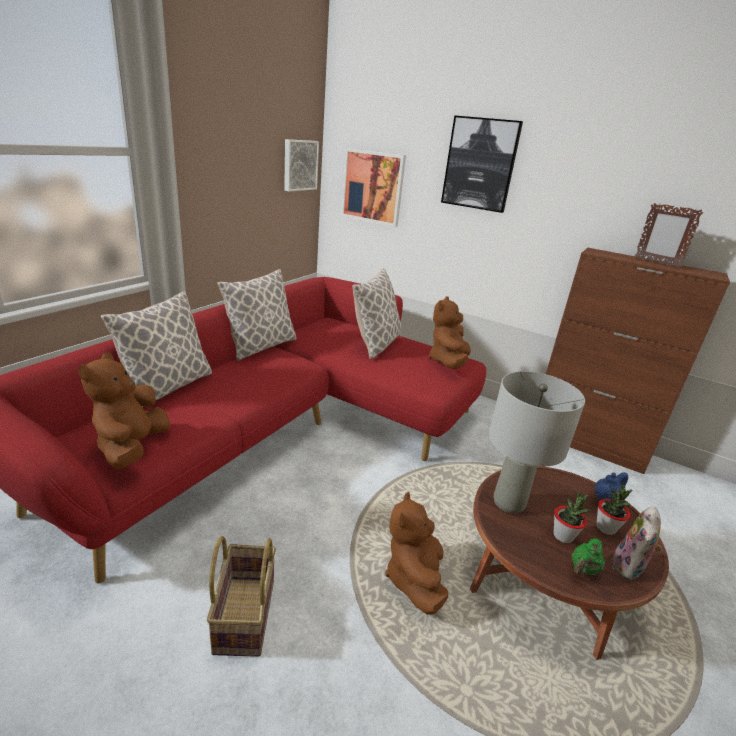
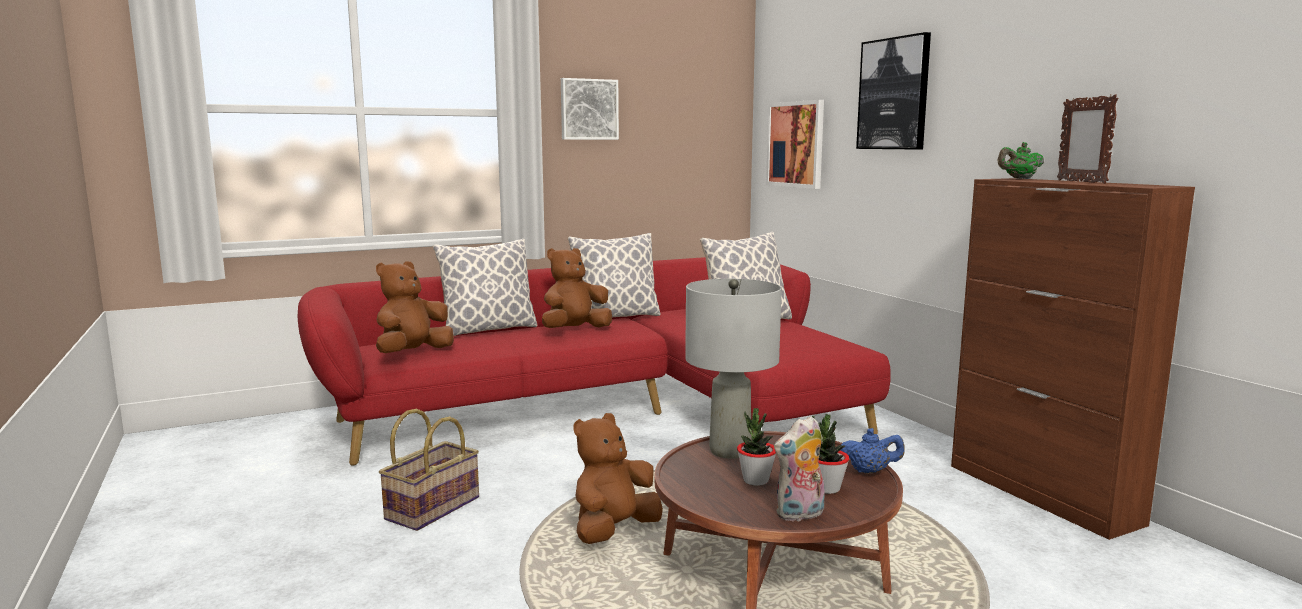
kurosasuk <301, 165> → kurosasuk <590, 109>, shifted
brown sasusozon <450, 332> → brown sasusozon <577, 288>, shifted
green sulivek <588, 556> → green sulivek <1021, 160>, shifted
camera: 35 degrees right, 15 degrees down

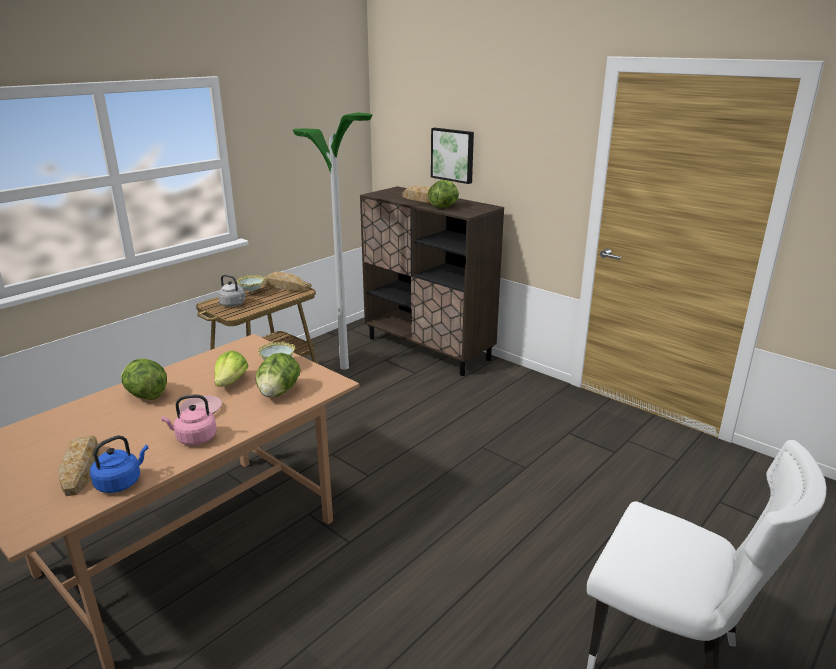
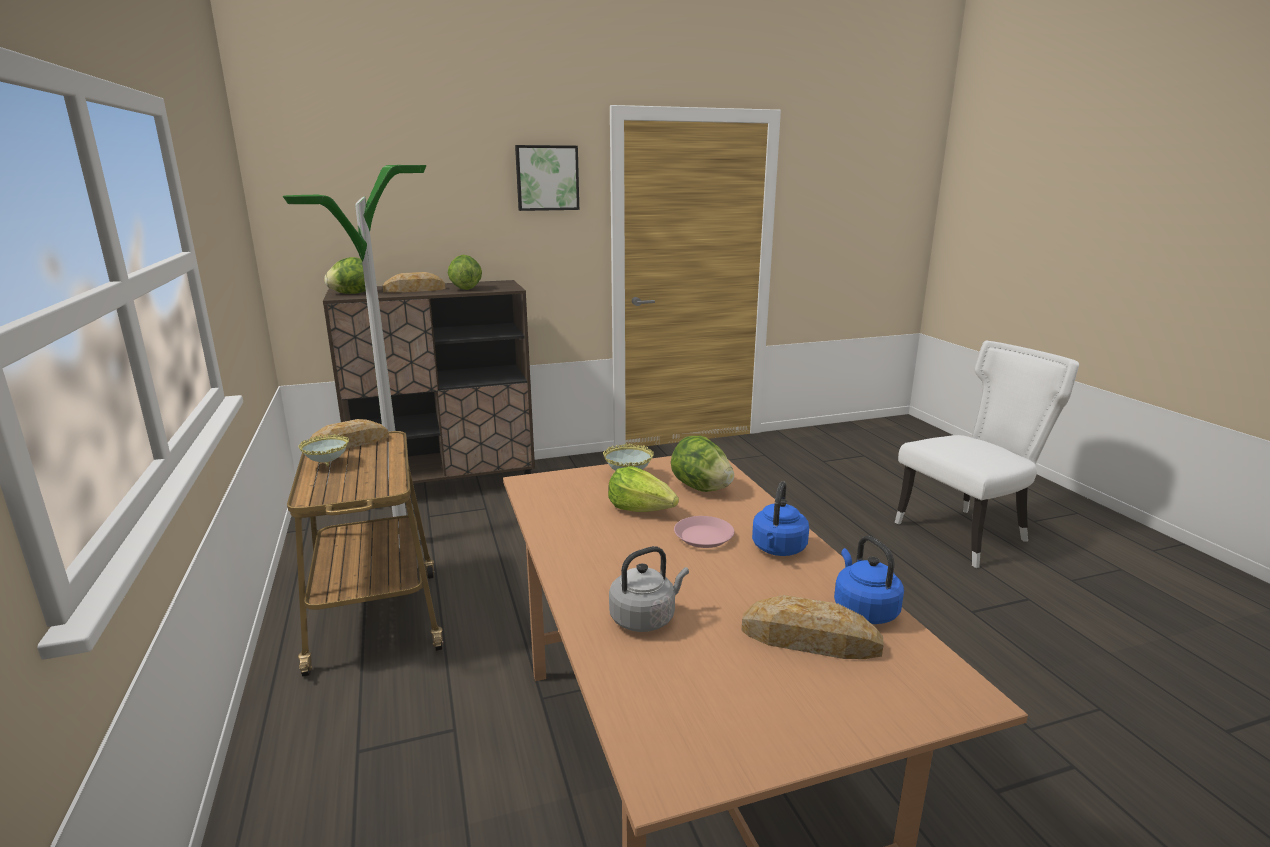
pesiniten <144, 379> → pesiniten <345, 275>, shifted
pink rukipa <189, 420> → blue rukipa <780, 518>
grey rukipa <232, 290> → grey rukipa <649, 589>, shifted
kurosasuk <452, 156> → kurosasuk <547, 178>, shifted
camera: 60 degrees left, 5 degrees down

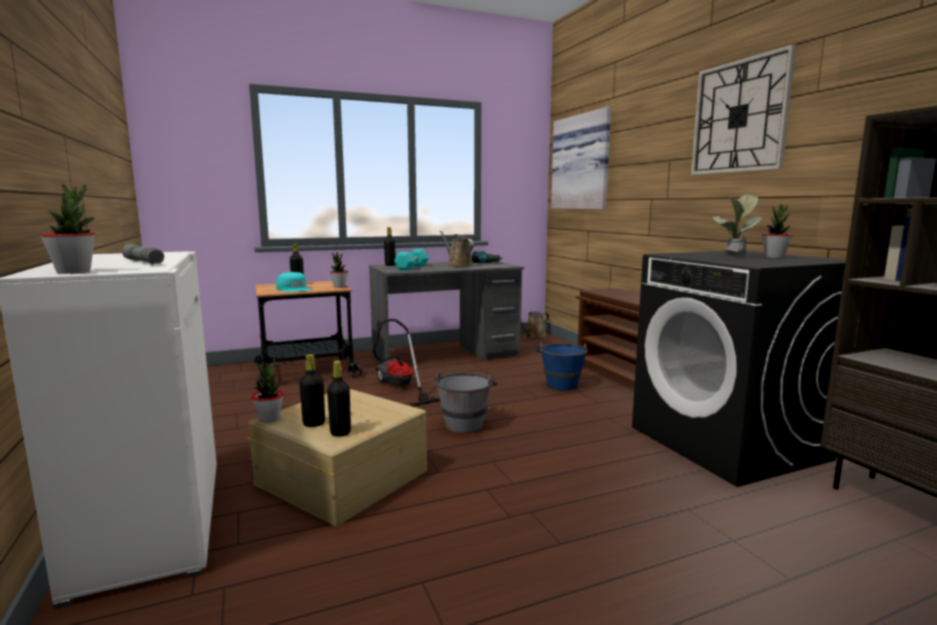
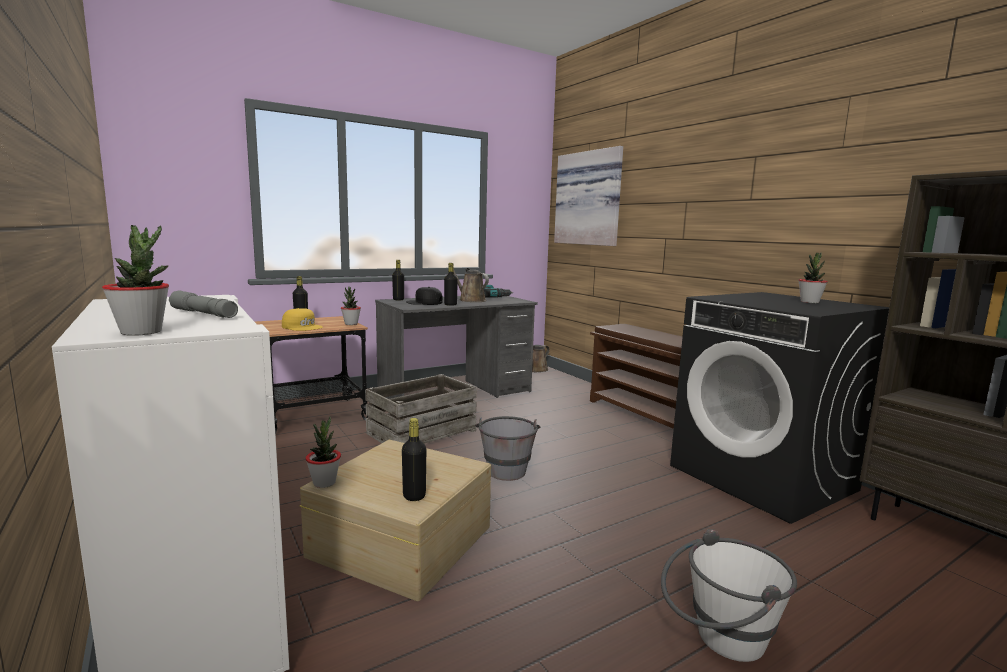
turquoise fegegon <294, 282> → yellow fegegon <302, 319>
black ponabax <312, 390> → black ponabax <451, 284>, shifted
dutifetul <406, 363> → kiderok <421, 409>
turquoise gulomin <411, 259> → black fegegon <424, 296>
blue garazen <562, 366> → -
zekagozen <743, 109> → -
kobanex <737, 225> → -
- → white garazen <729, 595>
camera: 10 degrees left, 0 degrees up

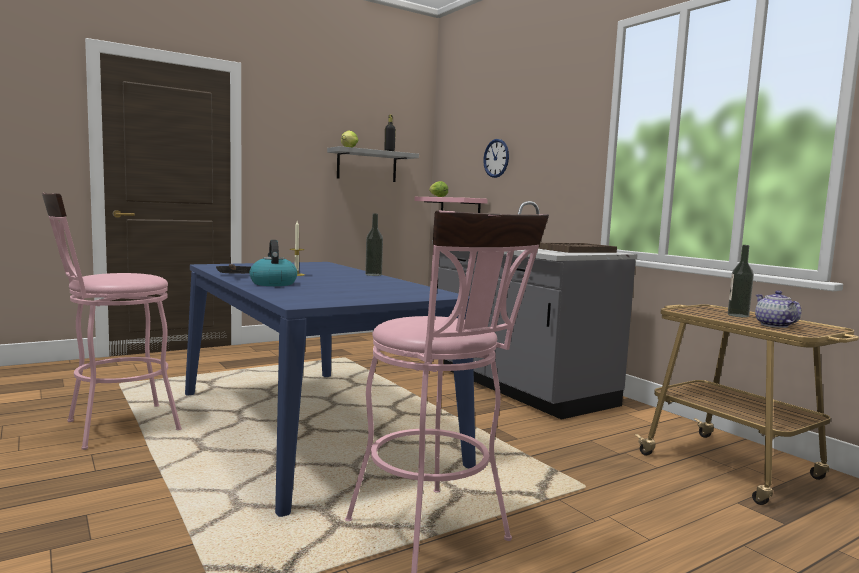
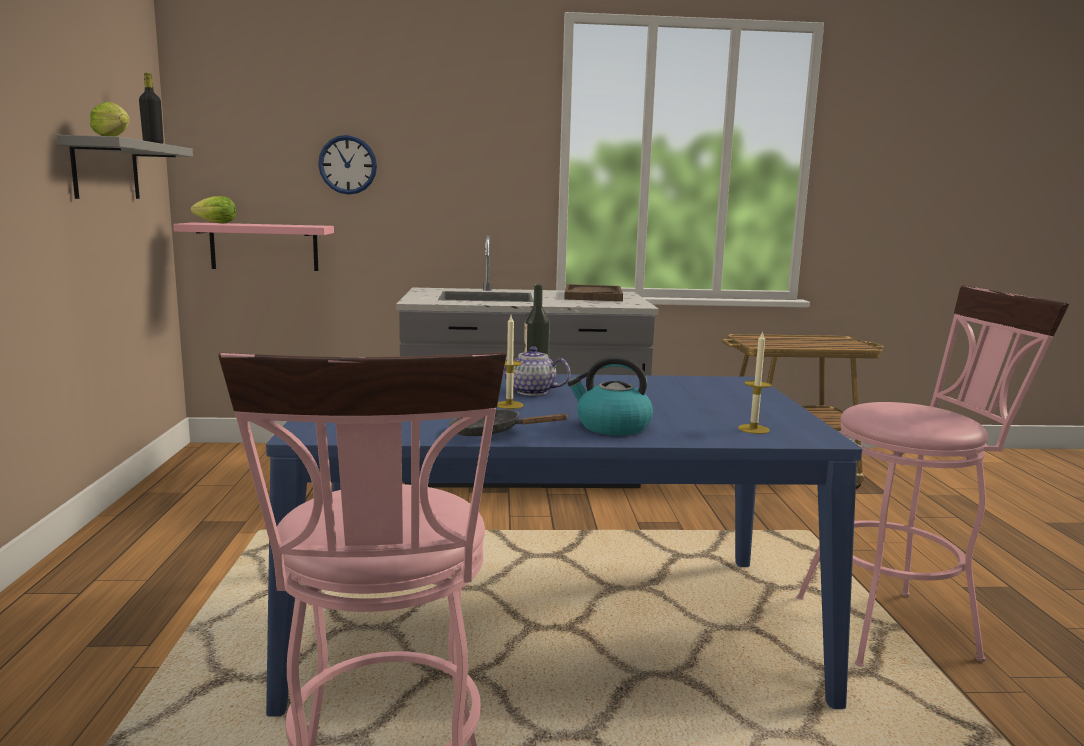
ponabax <741, 281> → -
sulivek <778, 309> → sulivek <536, 371>, shifted
- → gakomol <755, 382>
camera: 60 degrees left, 5 degrees up

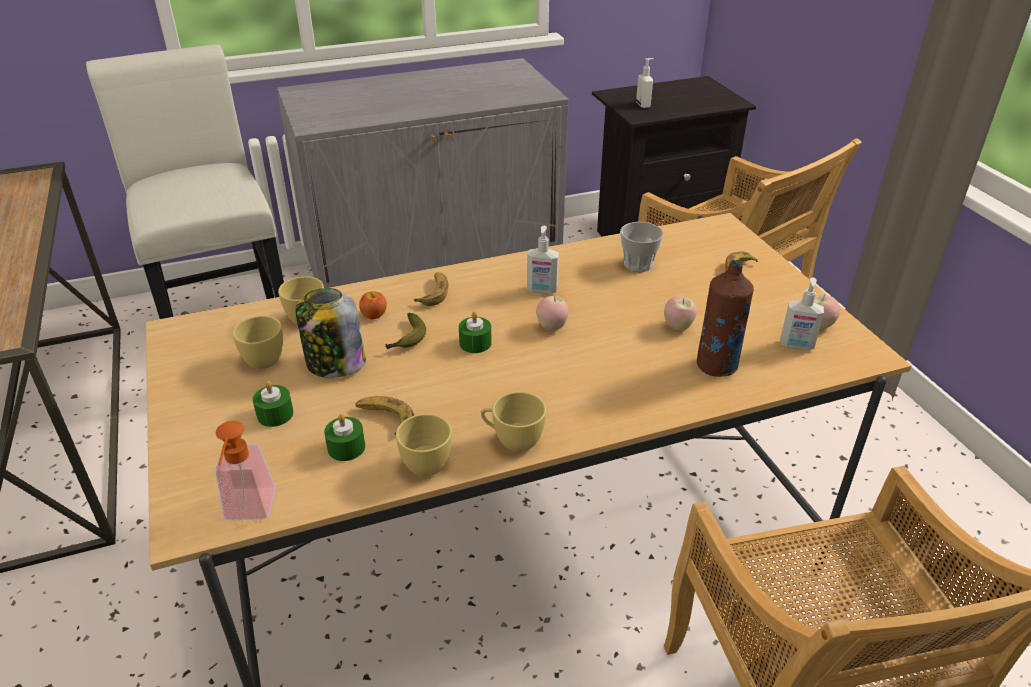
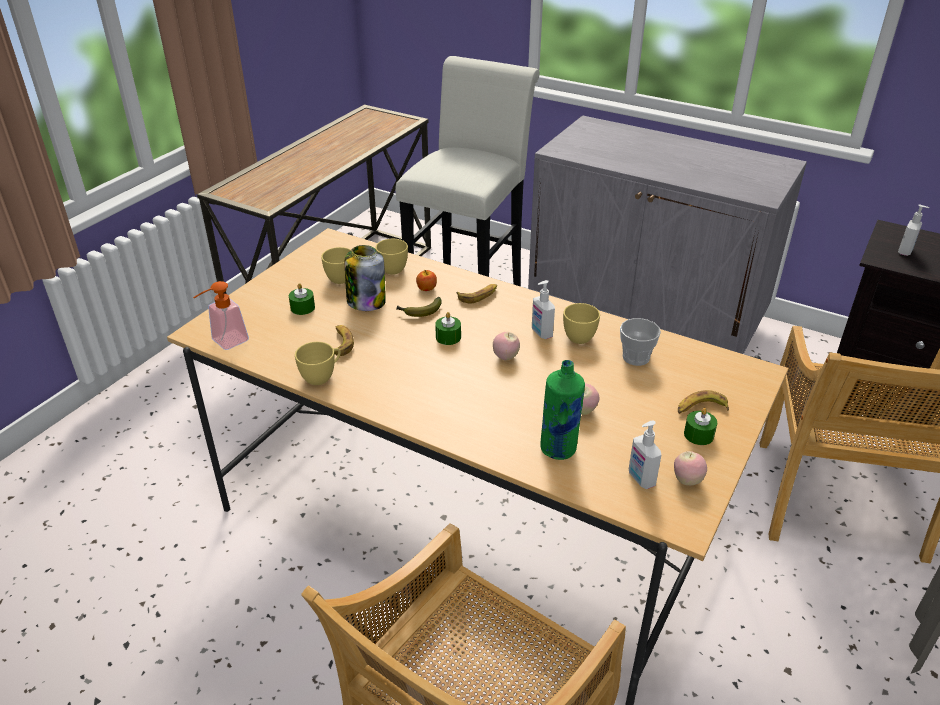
green gakomol <344, 437> → green gakomol <700, 426>, shifted
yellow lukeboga <513, 422> → yellow lukeboga <581, 323>, shifted
brown ponabax <725, 318> → green ponabax <562, 410>
camera: 50 degrees right, 0 degrees up

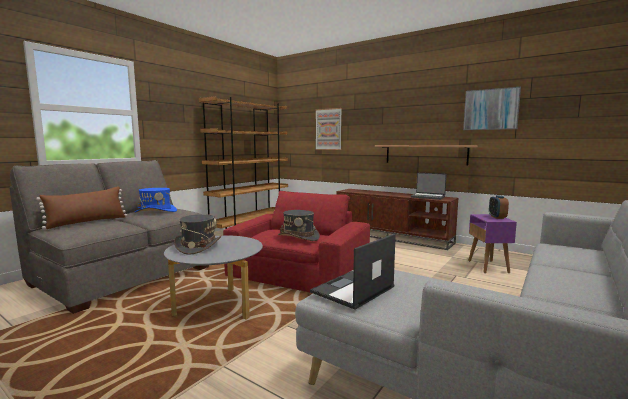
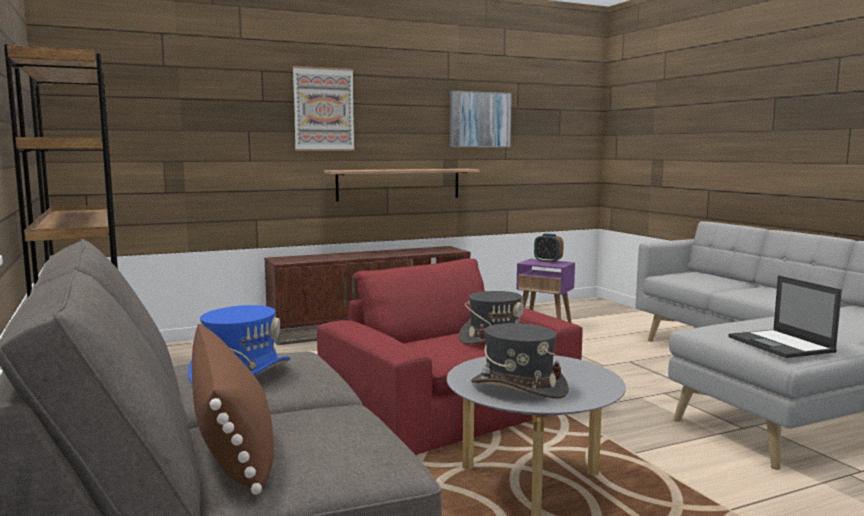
kurosasuk <328, 129> → kurosasuk <324, 108>, shifted
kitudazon <429, 186> → -
camera: 60 degrees left, 0 degrees up

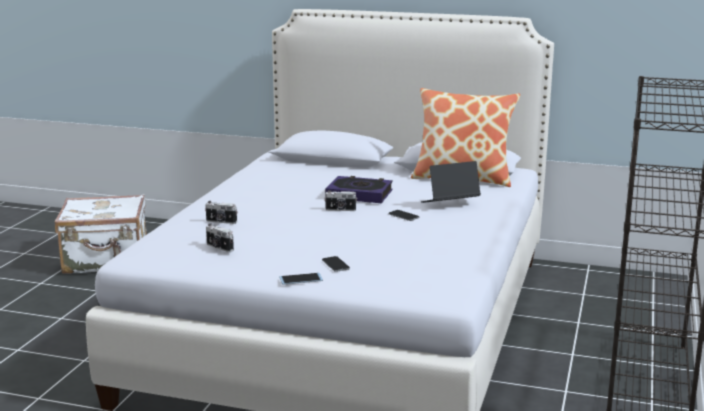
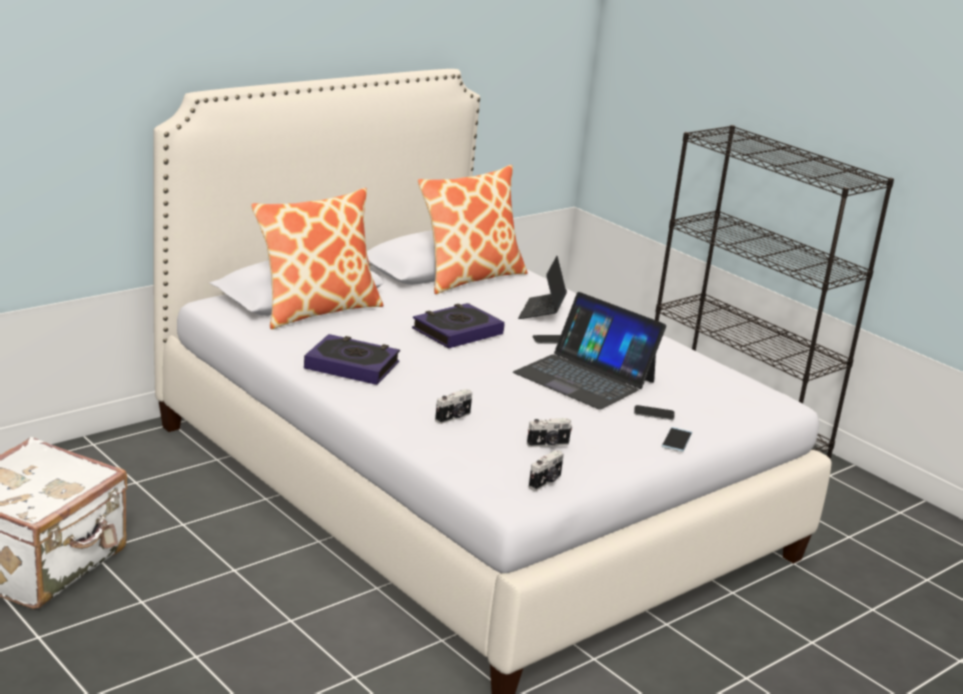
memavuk <340, 200> → memavuk <546, 470>, shifted
- → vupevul <317, 258>
- → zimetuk <352, 359>
- → kitudazon <589, 351>
camera: 60 degrees left, 5 degrees up

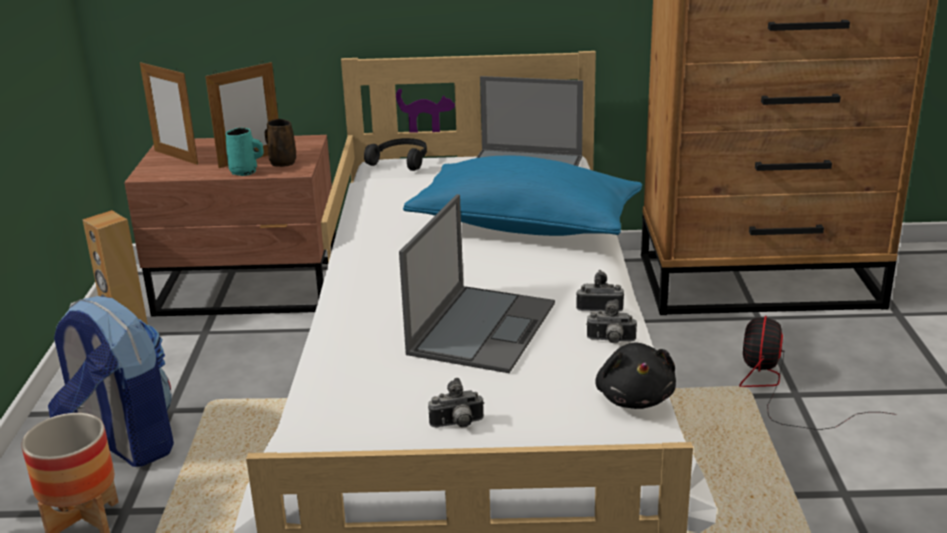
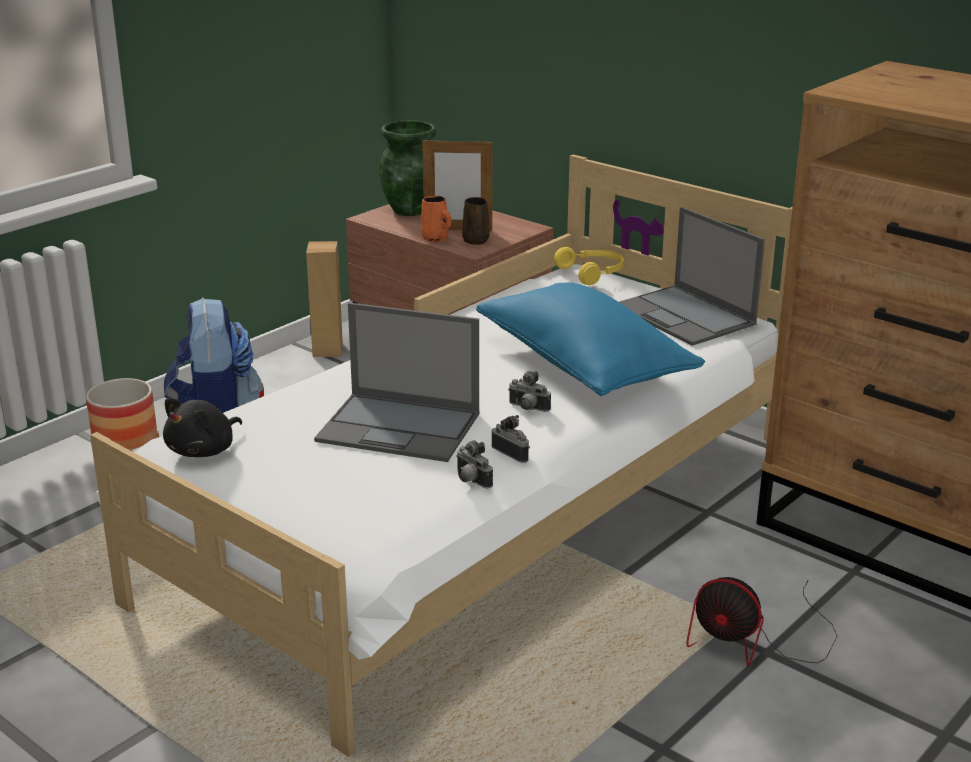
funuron <169, 113> → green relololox <407, 168>
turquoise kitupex <245, 151> → orange kitupex <436, 219>
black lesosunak <395, 154> → yellow lesosunak <589, 266>
kitudazon <477, 283> → kitudazon <396, 382>, 45 degrees clockwise
memavuk <456, 403> → memavuk <529, 391>, shifted
black sasusozon <635, 376> → black sasusozon <202, 427>, shifted
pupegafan <817, 373> → pupegafan <762, 622>, 120 degrees counterclockwise
camera: 40 degrees right, 0 degrees up

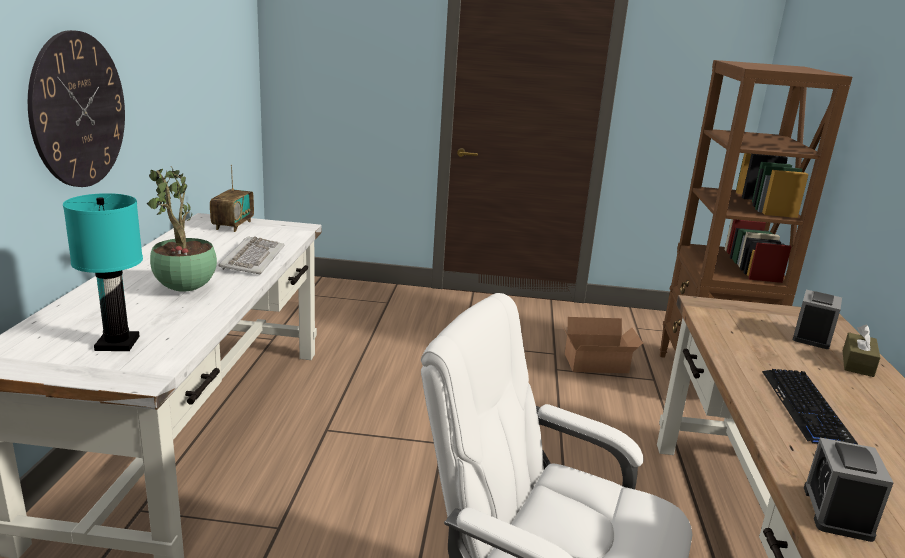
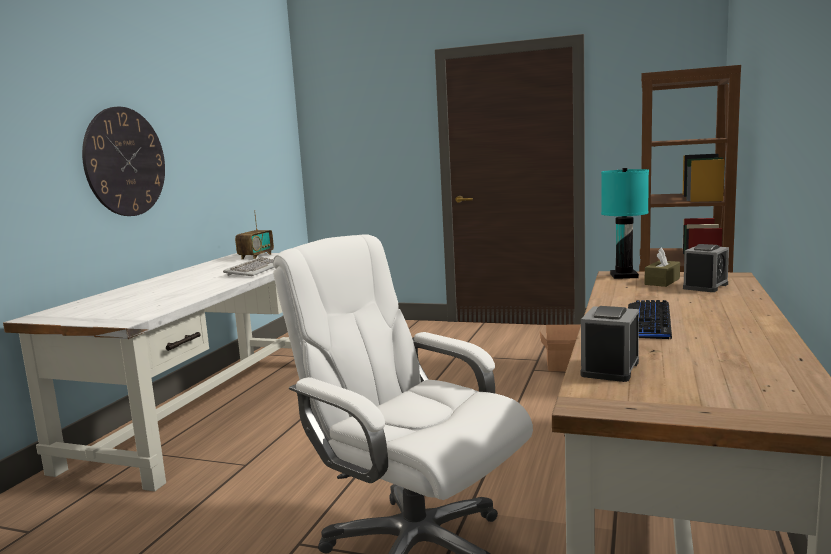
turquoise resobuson <103, 272> → turquoise resobuson <625, 223>, shifted
kobanex <182, 229> → -
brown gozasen <861, 350> → brown gozasen <662, 267>, shifted
camera: 15 degrees right, 10 degrees down

